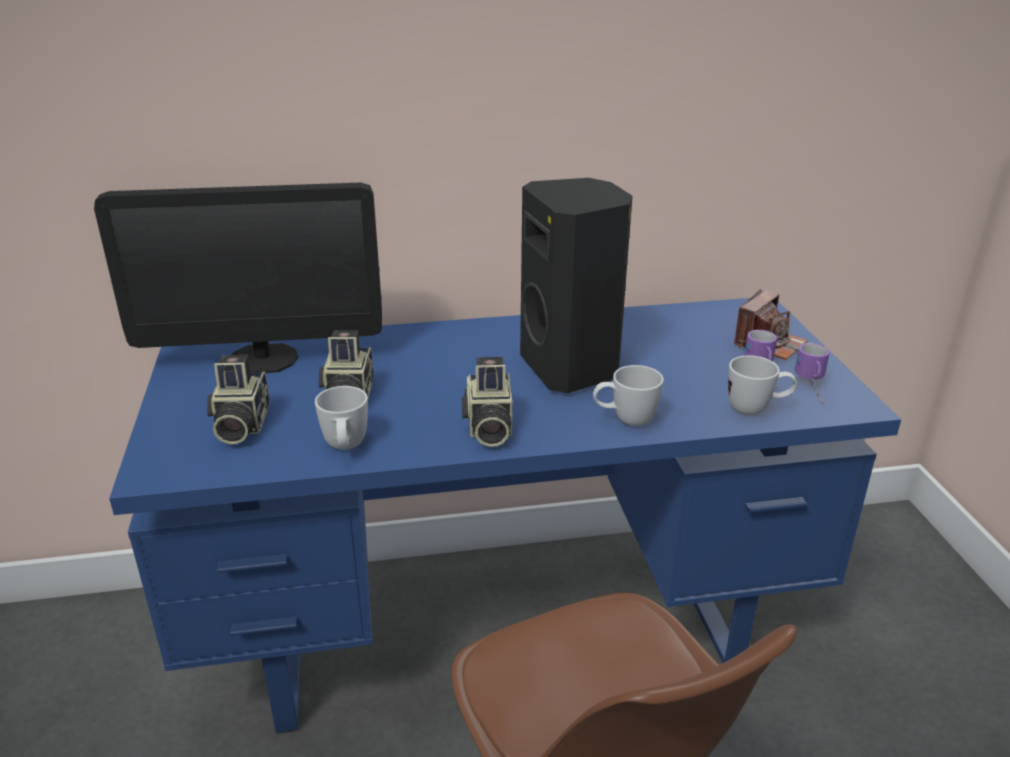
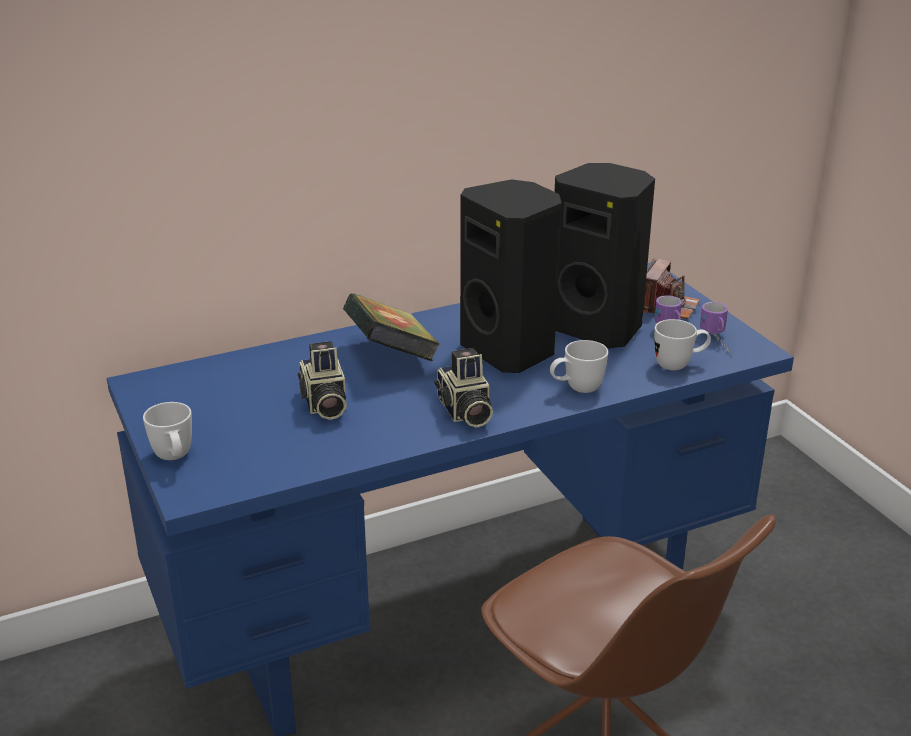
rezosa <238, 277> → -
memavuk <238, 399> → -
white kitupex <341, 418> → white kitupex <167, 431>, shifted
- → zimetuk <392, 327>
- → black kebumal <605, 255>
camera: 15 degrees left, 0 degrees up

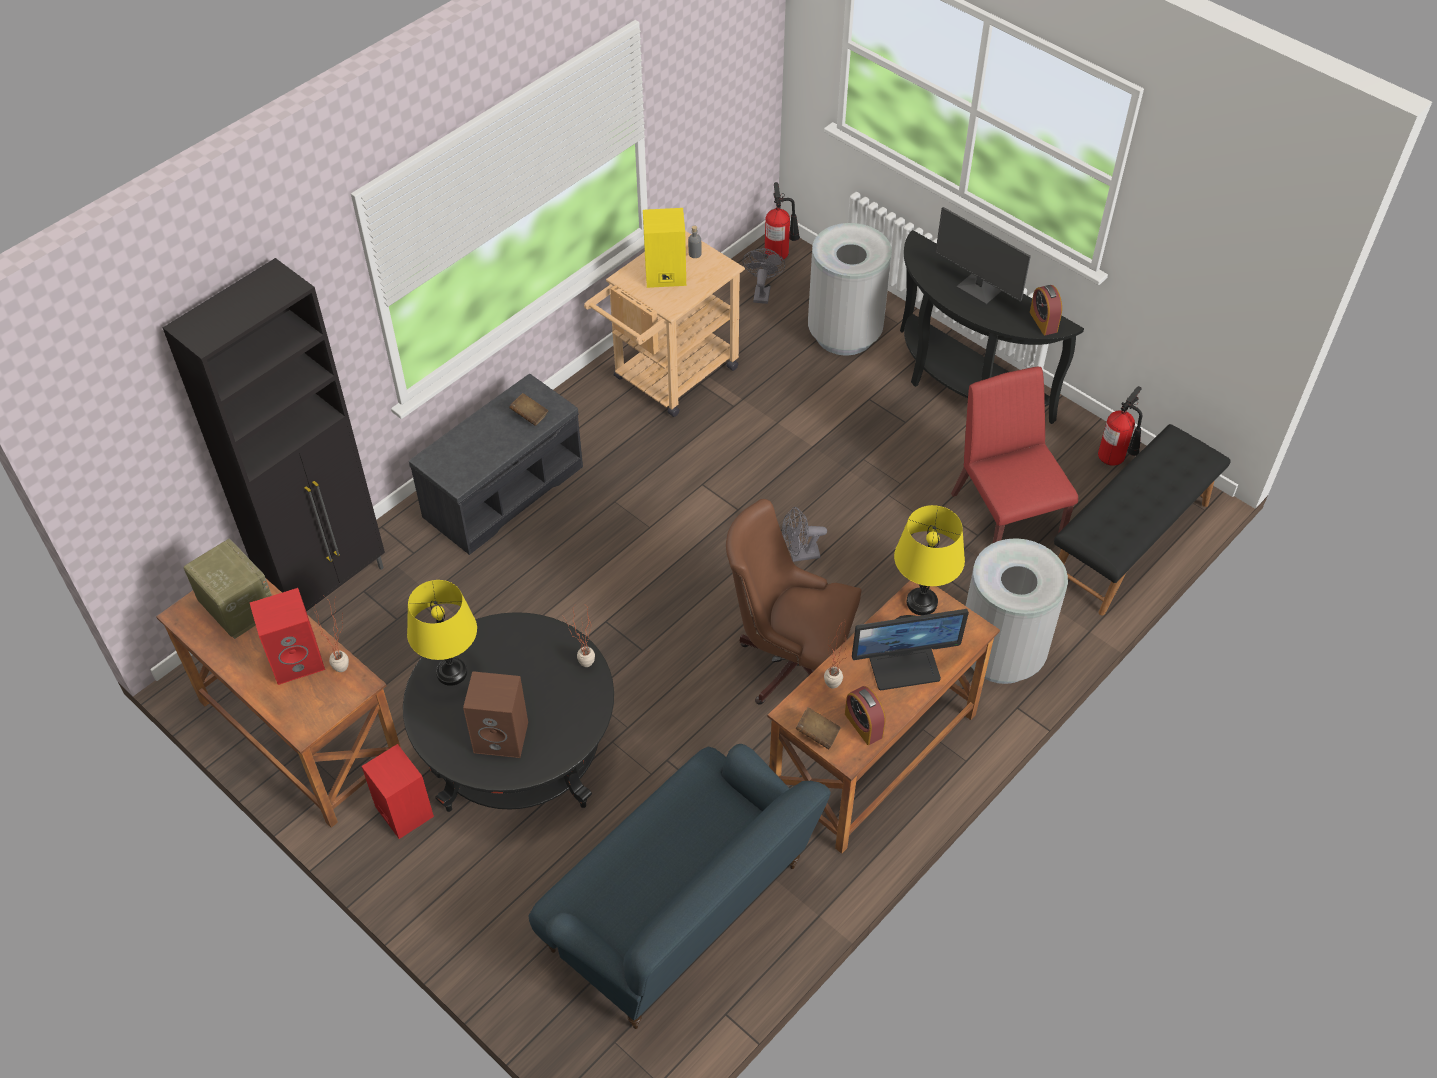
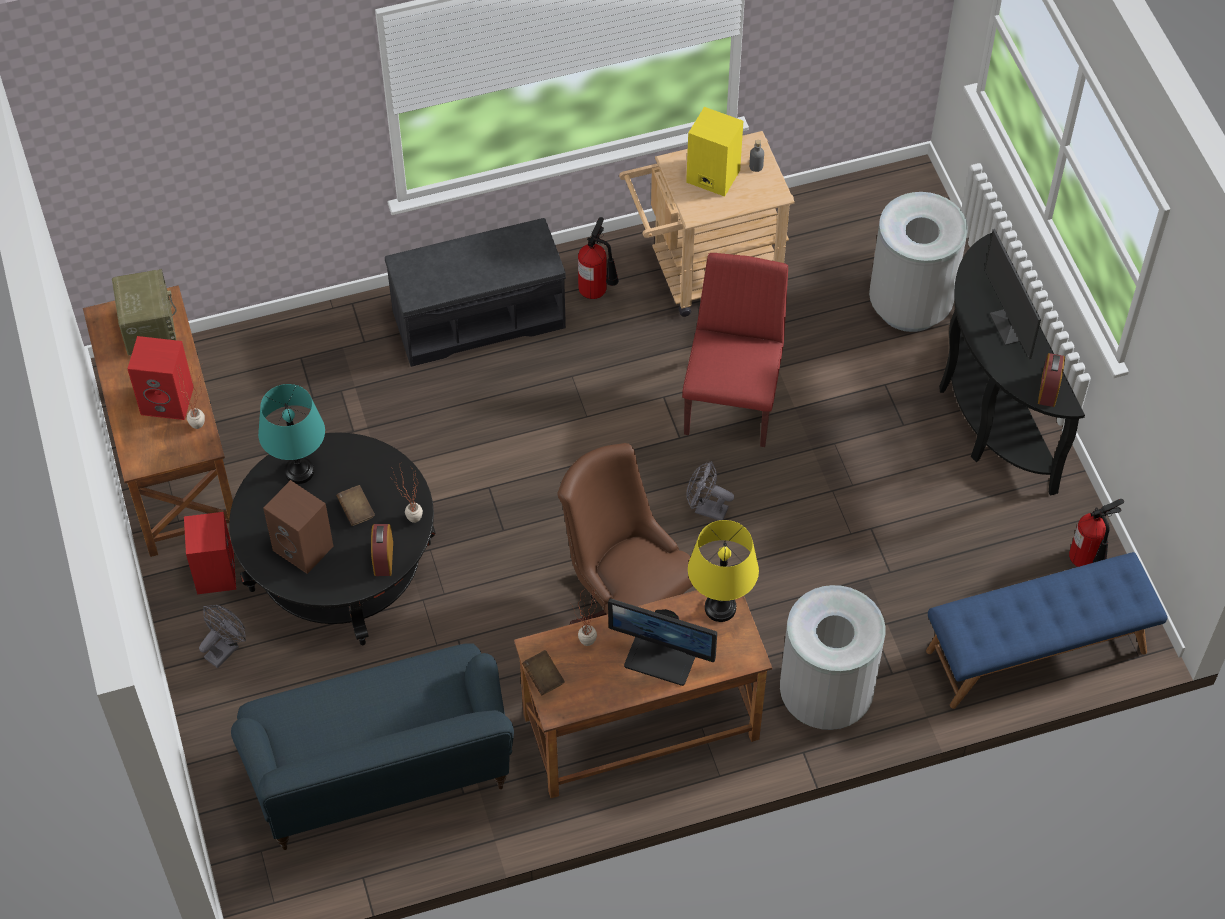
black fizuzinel <274, 435> → -
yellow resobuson <442, 633> → turquoise resobuson <291, 434>
brown zimetuk <528, 409> → brown zimetuk <355, 505>, shifted
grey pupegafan <763, 276> → grey pupegafan <222, 636>, shifted
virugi <782, 221> → virugi <598, 258>, shifted
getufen <865, 715> → getufen <382, 550>, shifted
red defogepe <1014, 455> → red defogepe <735, 350>, shifted
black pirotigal <1142, 520> → blue pirotigal <1047, 630>
camera: 30 degrees right, 5 degrees up

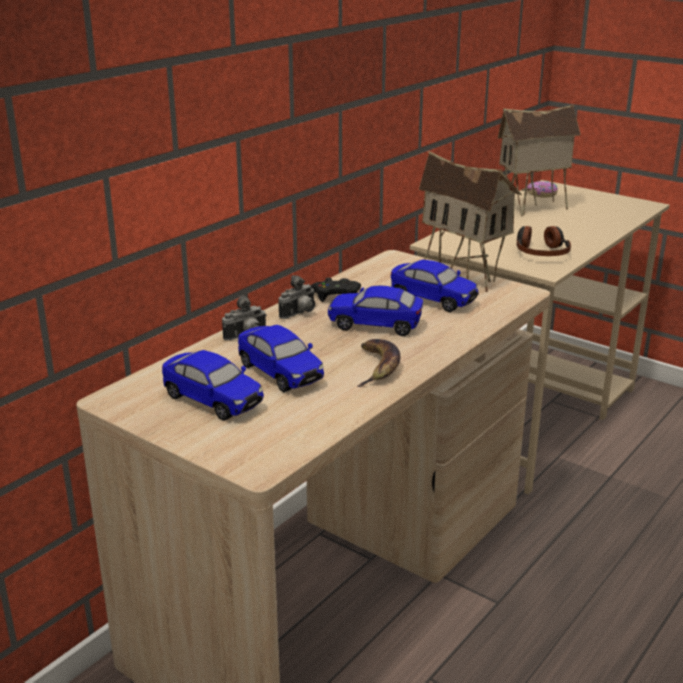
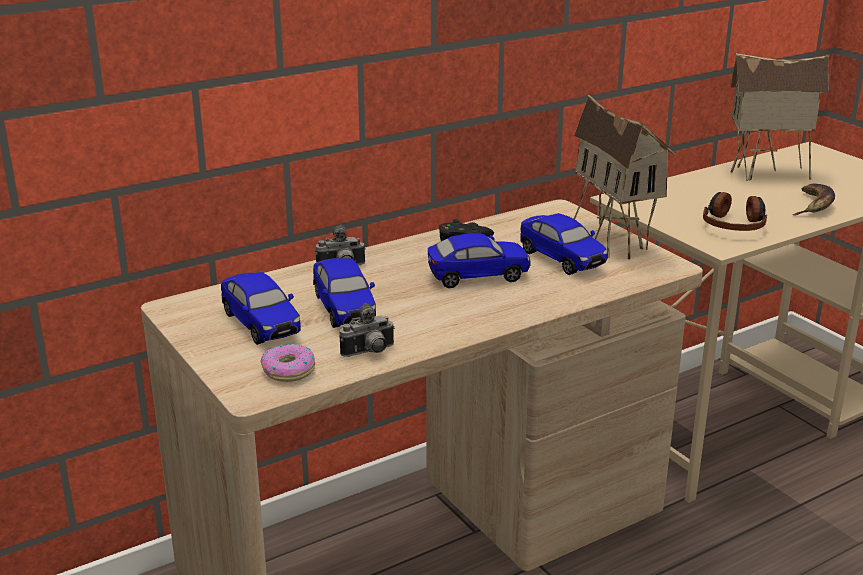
memavuk <296, 297> → memavuk <367, 330>, shifted
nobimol <375, 311> → nobimol <479, 260>, 135 degrees clockwise
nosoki <379, 363> → nosoki <813, 200>, shifted
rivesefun <542, 189> → rivesefun <287, 363>, shifted
camera: 20 degrees right, 0 degrees up

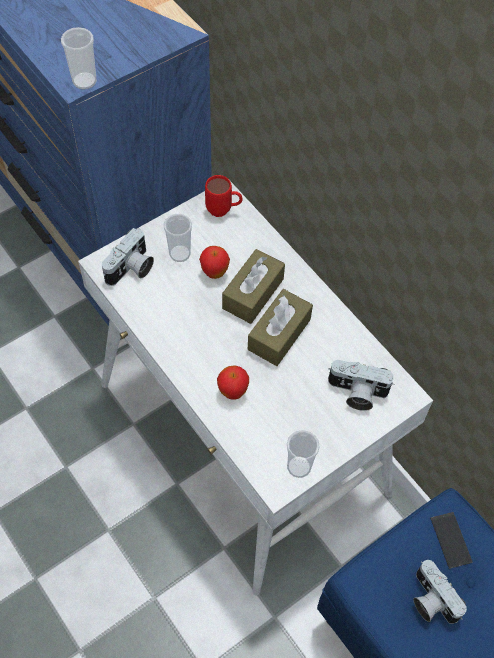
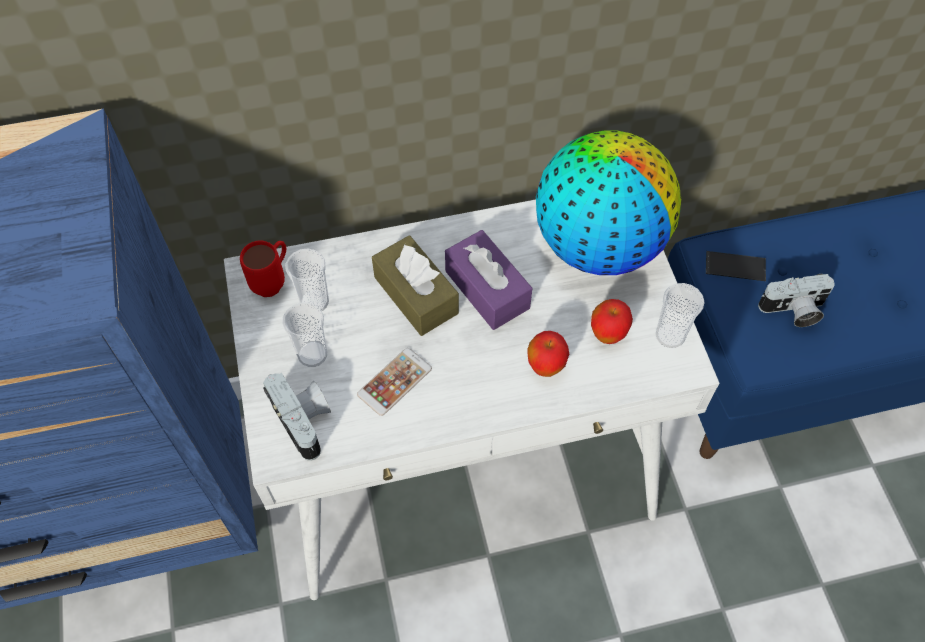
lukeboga <79, 58> → lukeboga <307, 279>, shifted
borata <214, 262> → borata <612, 321>, shifted
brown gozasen <280, 327> → purple gozasen <488, 280>
memavuk <361, 385> → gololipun <608, 203>
- → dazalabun <394, 382>
camera: 65 degrees left, 0 degrees up

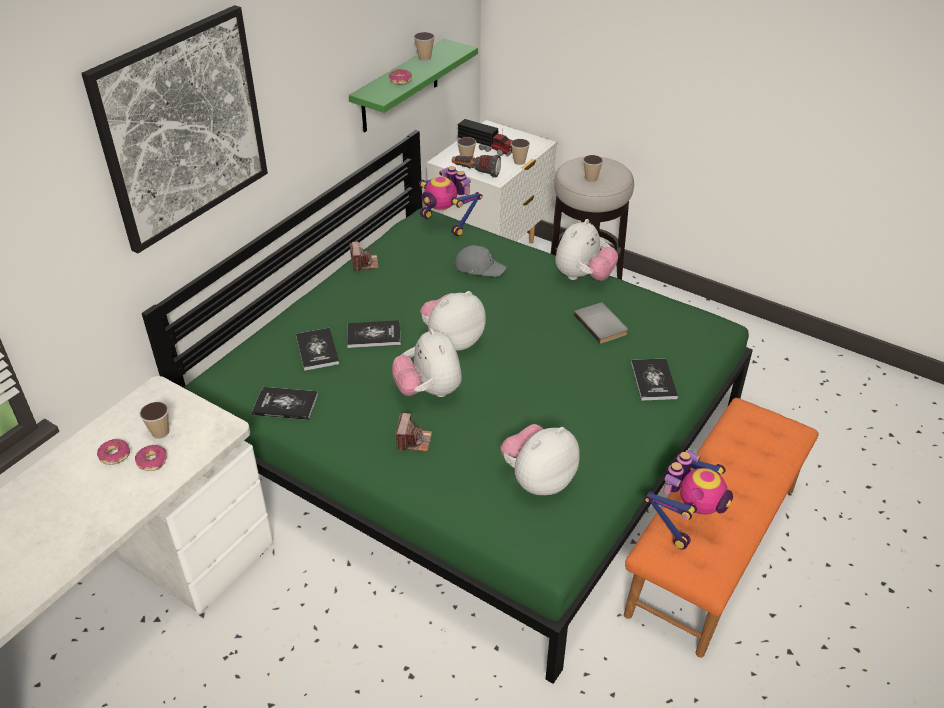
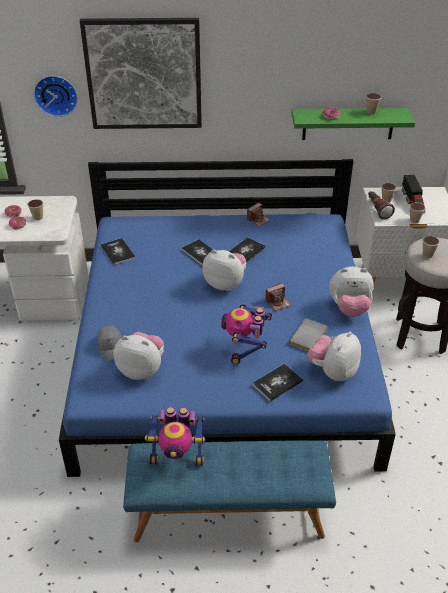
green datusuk <447, 407> → blue datusuk <227, 318>
zimetuk <317, 349> → zimetuk <247, 250>, shifted
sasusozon <427, 362> → sasusozon <334, 356>, shifted
memavuk <414, 432> → memavuk <278, 297>, shifted
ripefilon <451, 201> → ripefilon <246, 334>, shifted
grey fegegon <480, 261> → grey fegegon <109, 343>, shifted
orange pirotigal <721, 527> → blue pirotigal <229, 491>
- → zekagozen <56, 96>
camera: 55 degrees right, 0 degrees up

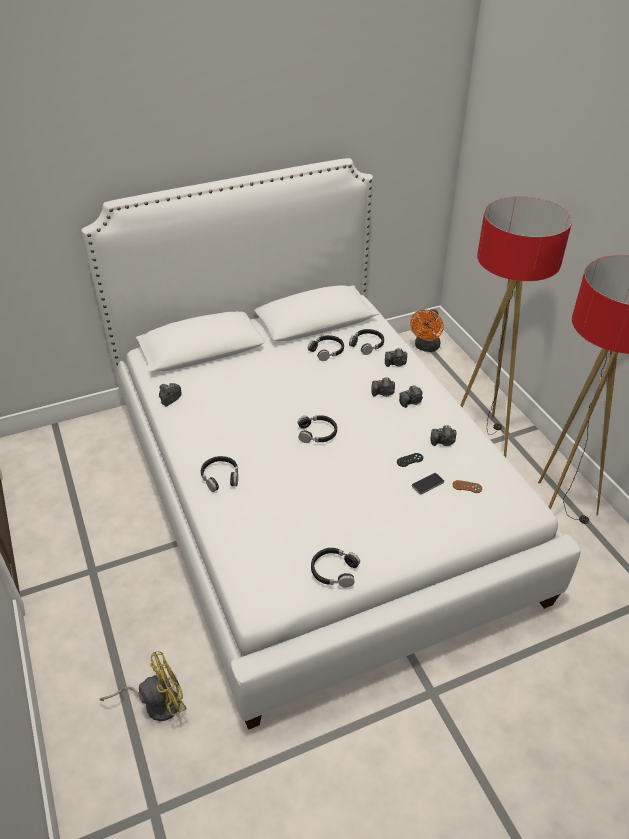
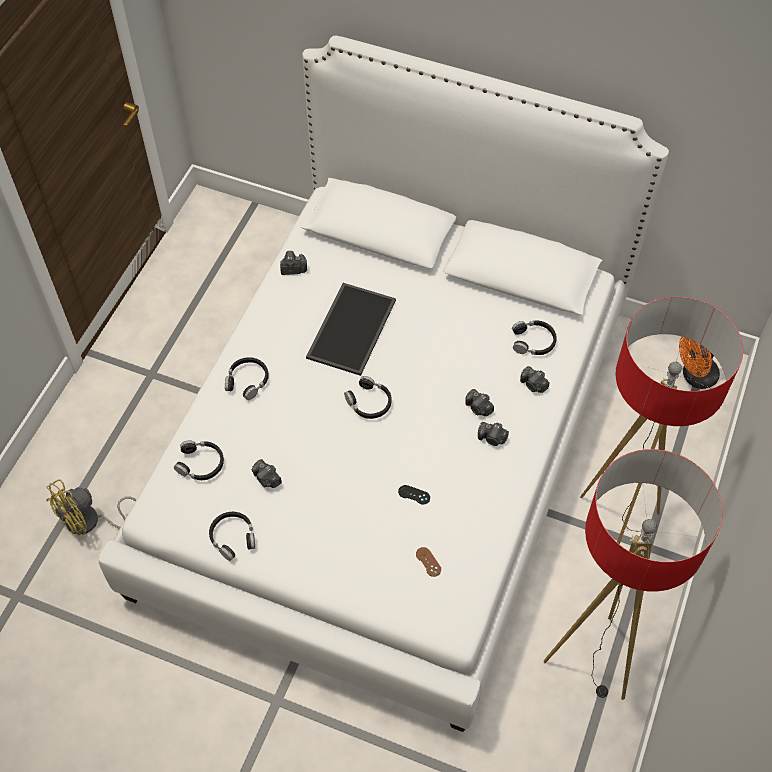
yellow pupegafan <143, 686> → yellow pupegafan <91, 507>, 120 degrees clockwise
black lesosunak <326, 348> → black lesosunak <199, 460>, shifted
dazalabun <428, 483> → -
memavuk <443, 435> → memavuk <267, 473>, shifted
- → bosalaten <351, 329>
camera: 45 degrees right, 15 degrees up

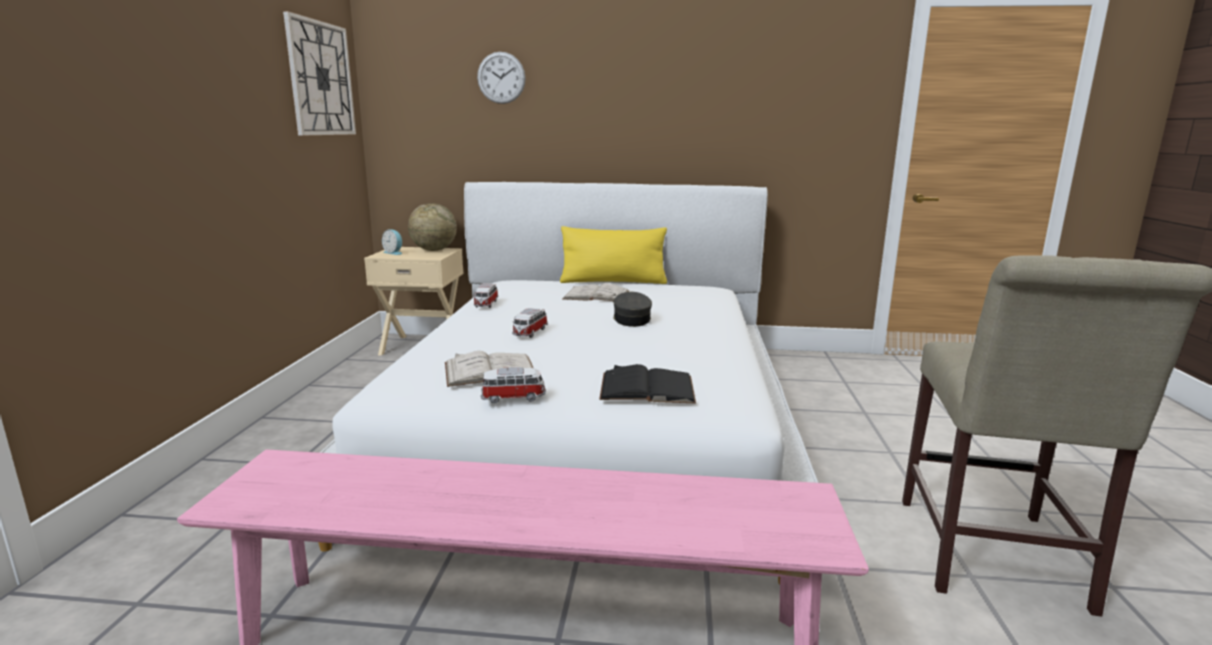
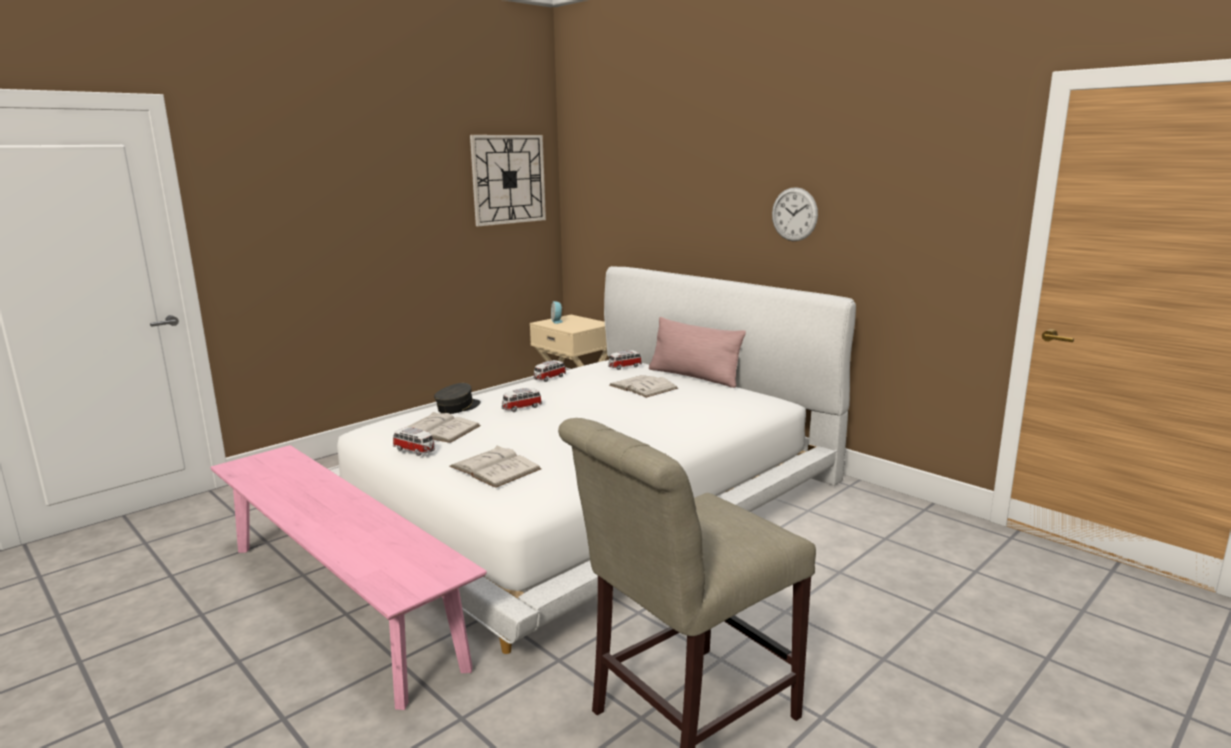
gololipun <432, 227> → -
zekagozen <501, 78> → zekagozen <795, 214>, shifted
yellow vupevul <613, 255> → pink vupevul <697, 352>
black zimetuk <647, 383> → white zimetuk <495, 466>
grey fegegon <633, 309> → grey fegegon <457, 398>, shifted
- → nobimol <625, 360>
camera: 40 degrees right, 0 degrees up

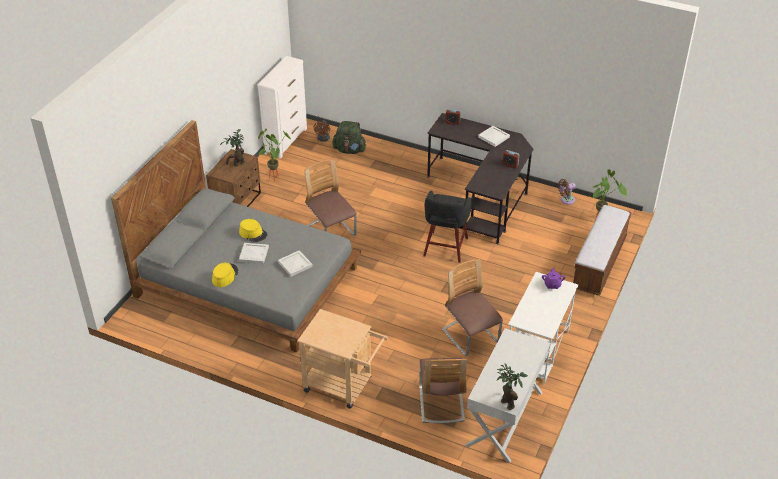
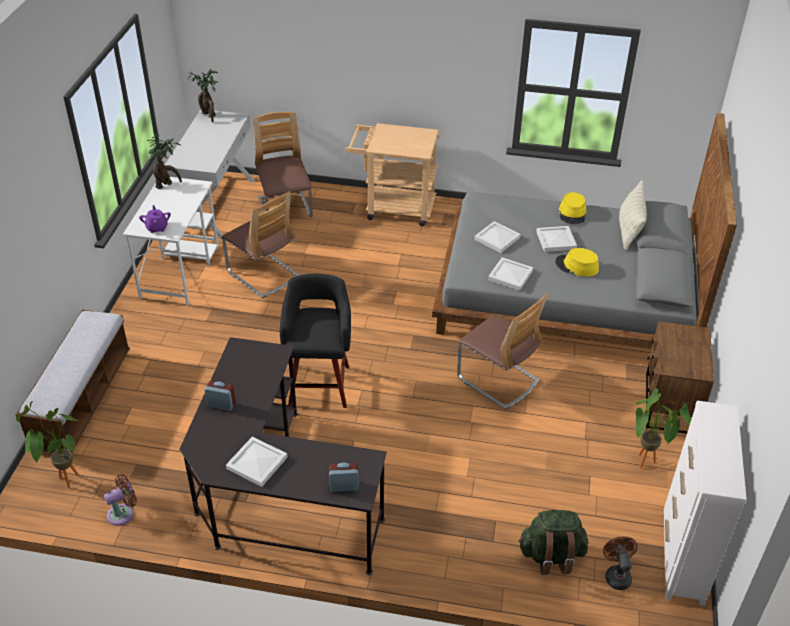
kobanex <232, 148> → kobanex <164, 161>, shifted
- → white bosalaten <510, 274>
- → vupevul <633, 215>
camera: 165 degrees right, 0 degrees up

